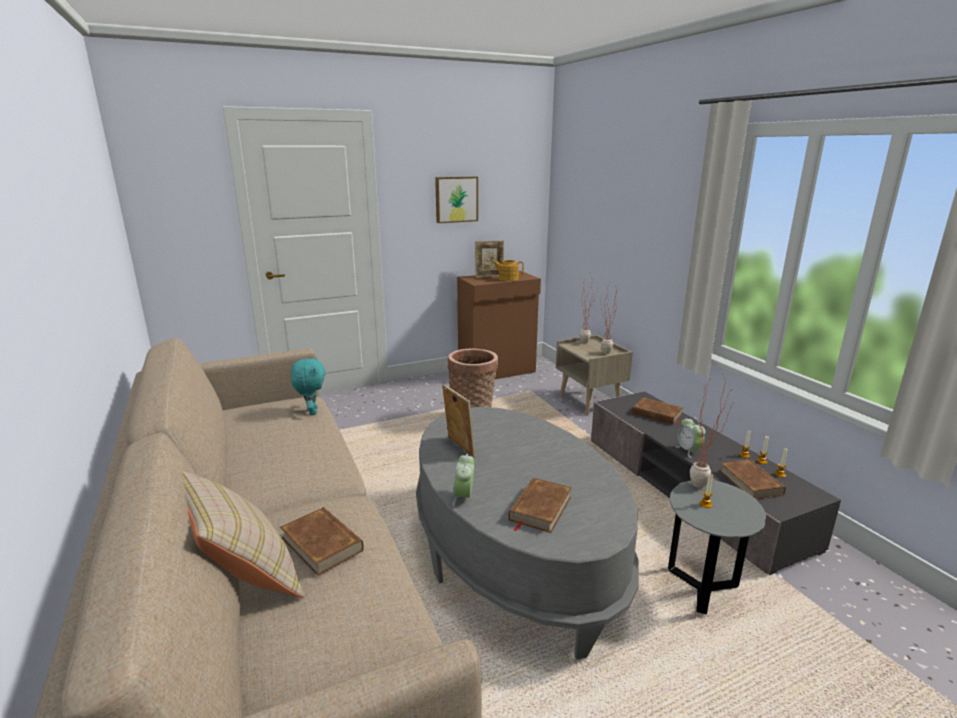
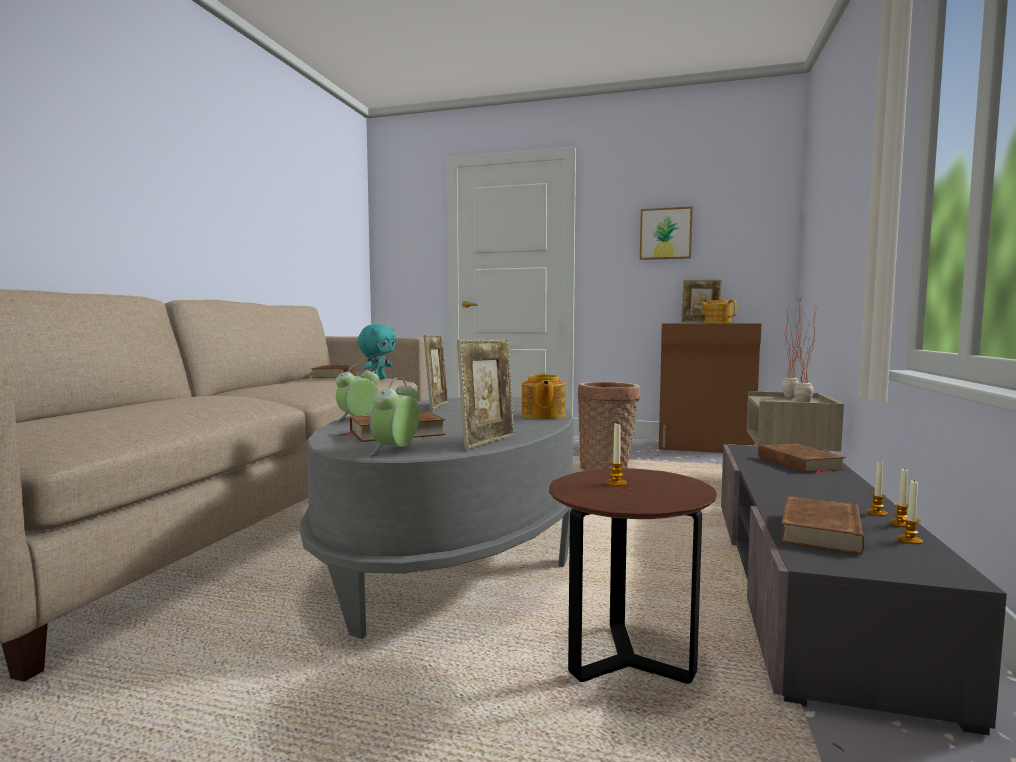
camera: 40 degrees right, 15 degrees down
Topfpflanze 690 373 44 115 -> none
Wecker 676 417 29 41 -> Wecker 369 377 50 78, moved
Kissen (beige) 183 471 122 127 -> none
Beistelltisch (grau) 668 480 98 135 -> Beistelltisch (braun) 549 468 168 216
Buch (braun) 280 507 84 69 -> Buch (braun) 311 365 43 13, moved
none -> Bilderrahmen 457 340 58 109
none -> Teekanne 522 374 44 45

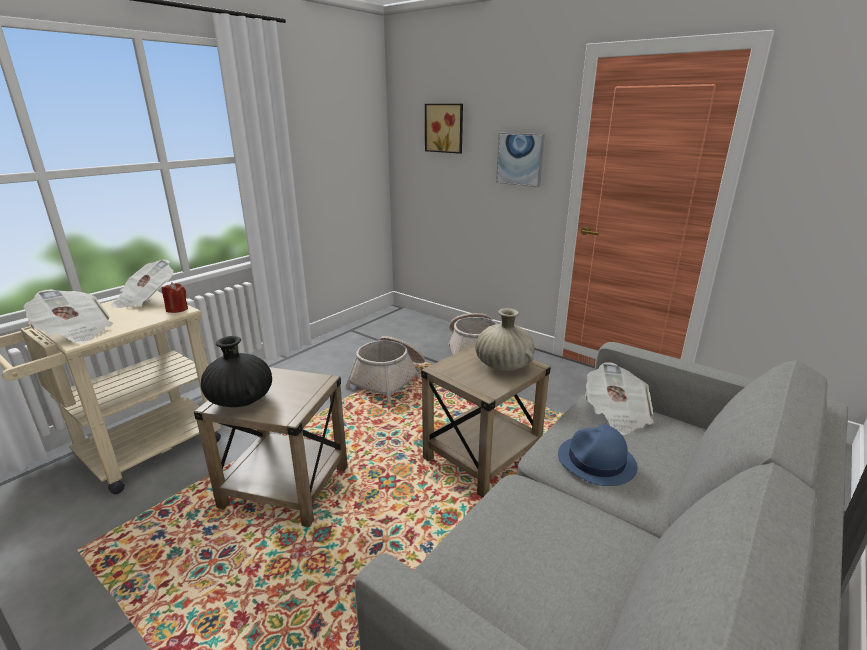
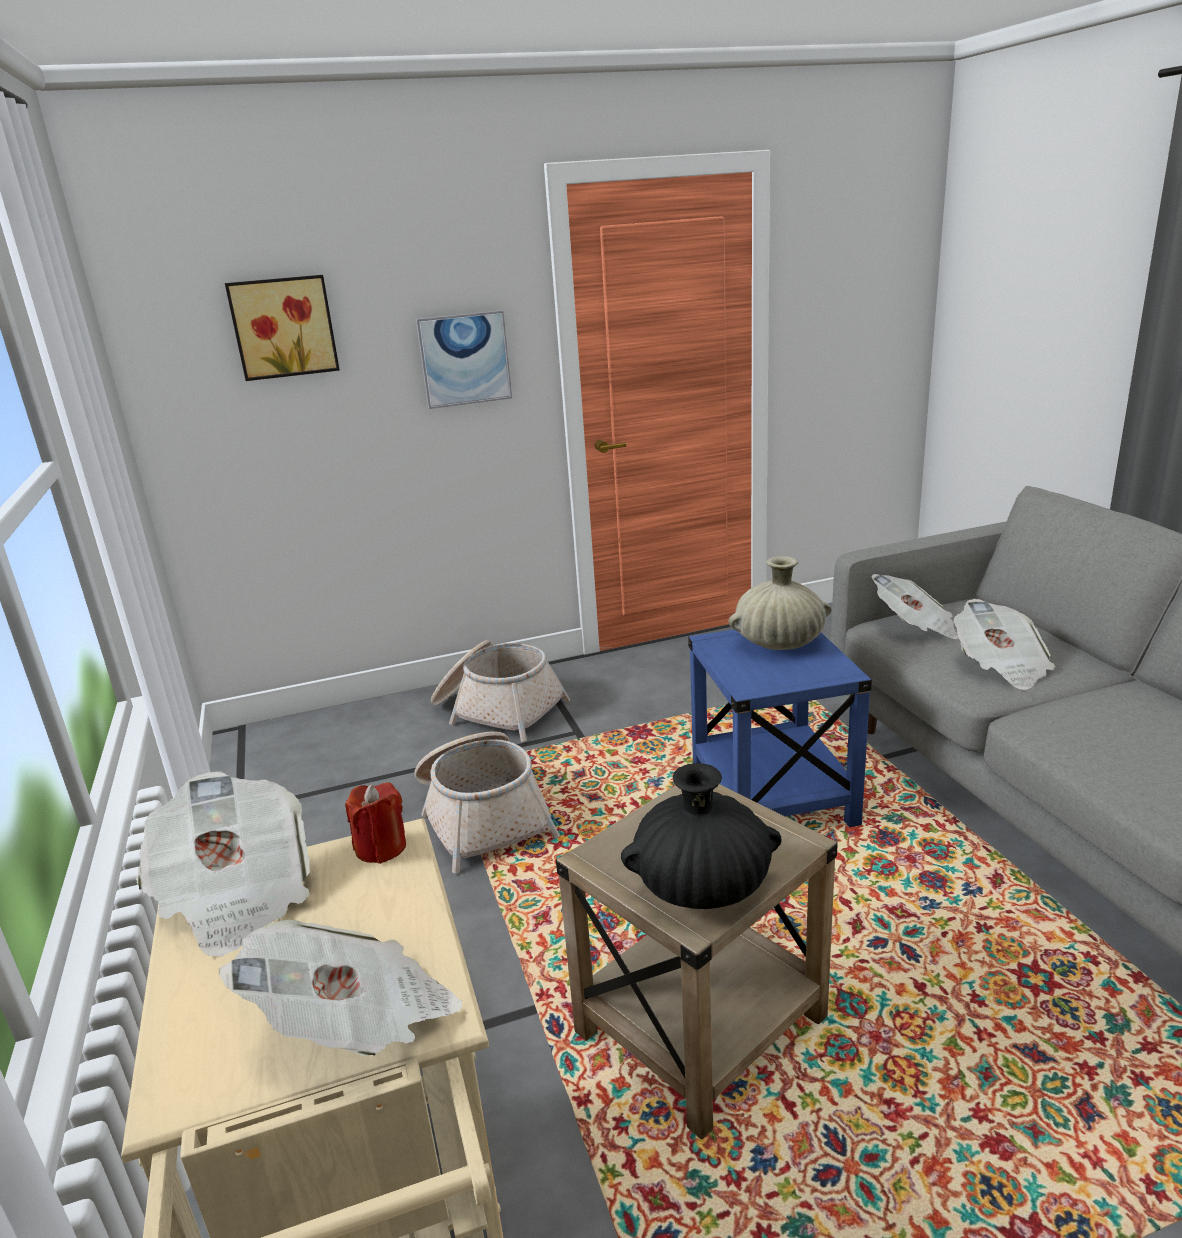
camera: 55 degrees left, 0 degrees up
Beistelltisch (beige) 421 344 130 154 -> Beistelltisch (blau) 688 630 184 197
Hut (blau) 558 424 79 62 -> Zeitung 954 599 101 91

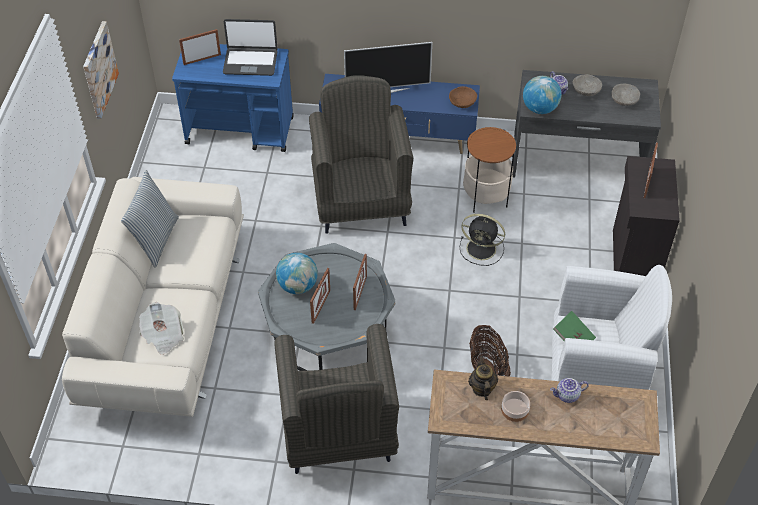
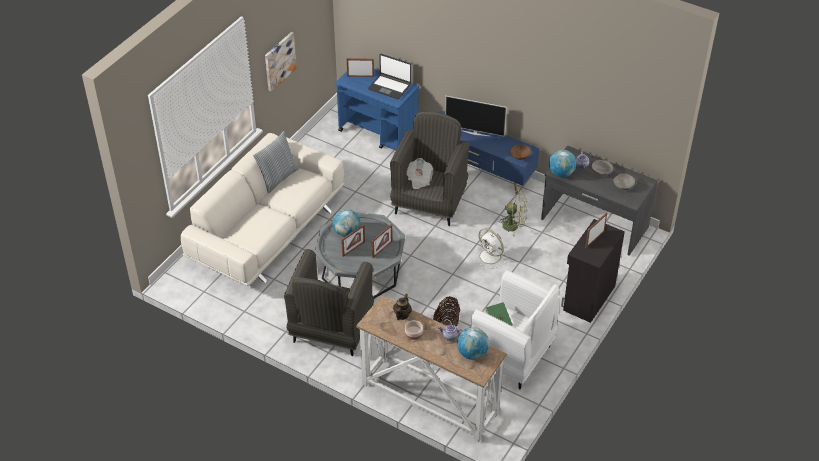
camera: 25 degrees right, 5 degrees down
Beistelltisch 463 127 53 86 -> Ventilator (grün) 498 190 29 47
Ventilator (schwarz) 460 214 45 52 -> Ventilator (weiß) 474 228 33 40
Zeitung 139 302 45 53 -> Zeitung 406 158 27 31, moved
none -> Globus 457 327 32 33

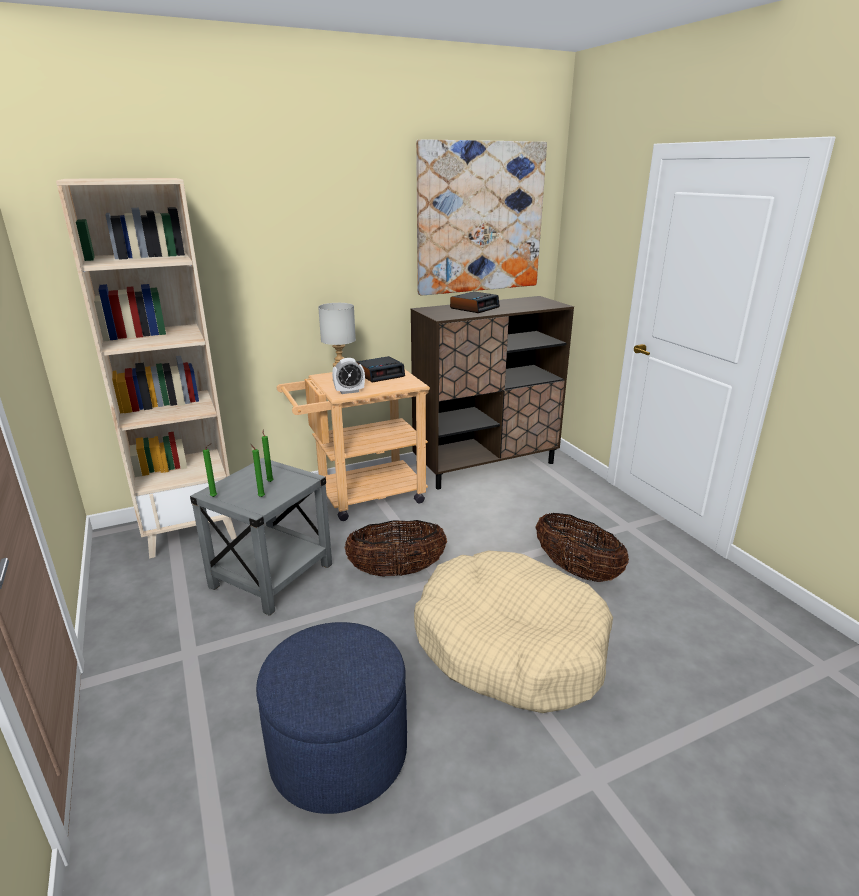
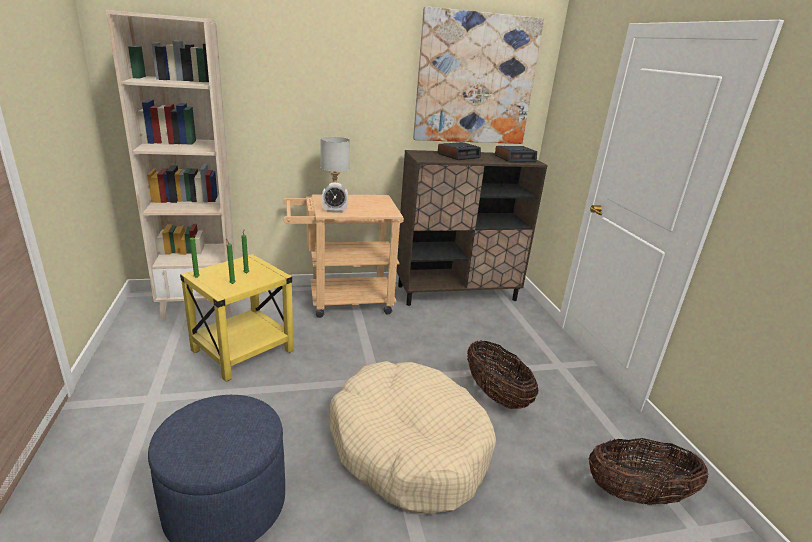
camera: 10 degrees right, 0 degrees up
Wecker 357 356 48 27 -> Wecker 495 146 42 16, moved
Beistelltisch (grau) 190 458 142 158 -> Beistelltisch (gelb) 180 254 114 128
Korb 345 520 102 56 -> Korb 589 438 119 67, moved

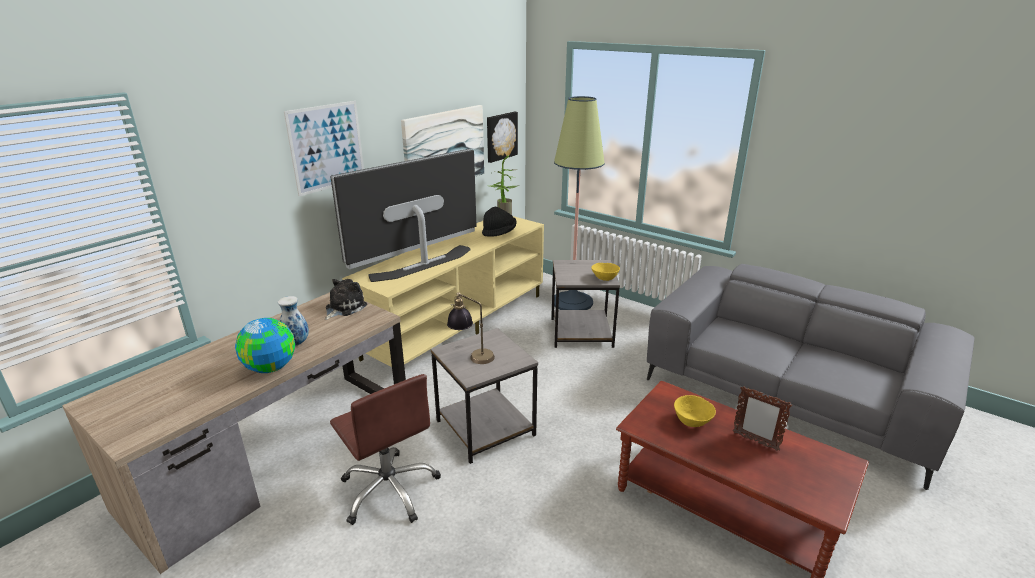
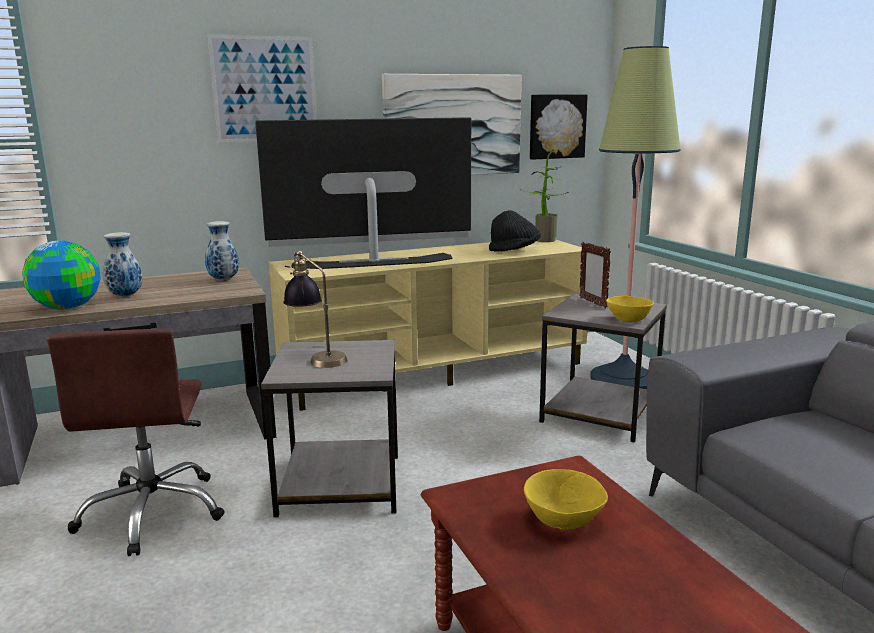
camera: 30 degrees right, 10 degrees down
Plüschtier 325 279 42 41 -> Vase 205 221 34 60
Bilderrahmen 733 386 59 65 -> Bilderrahmen 579 242 32 66, moved

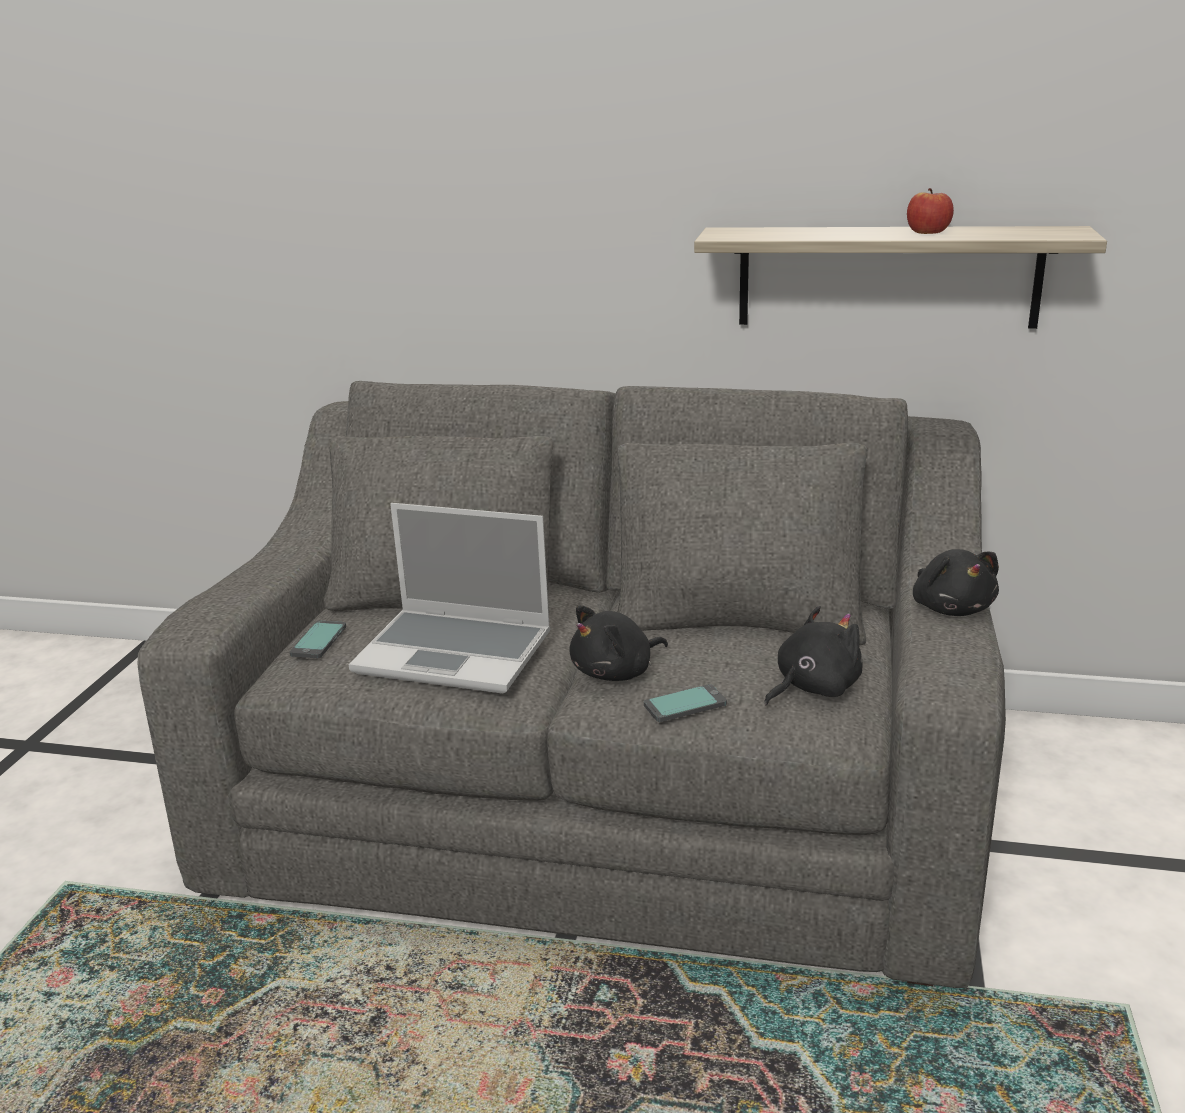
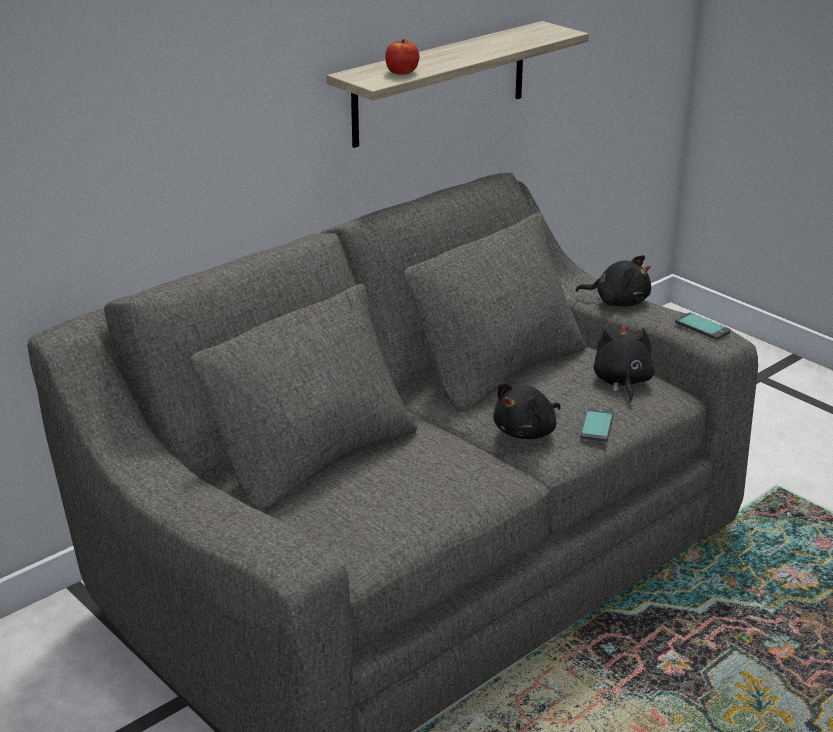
camera: 55 degrees left, 5 degrees up
Apfel 907 188 47 46 -> Apfel 385 39 34 36, moved
Laptop 349 503 202 191 -> none
Plüschtier (schwarz) 570 605 98 76 -> Plüschtier (schwarz) 493 383 68 56, 45 degrees clockwise
Handy 290 620 56 38 -> Handy 675 313 56 27, moved

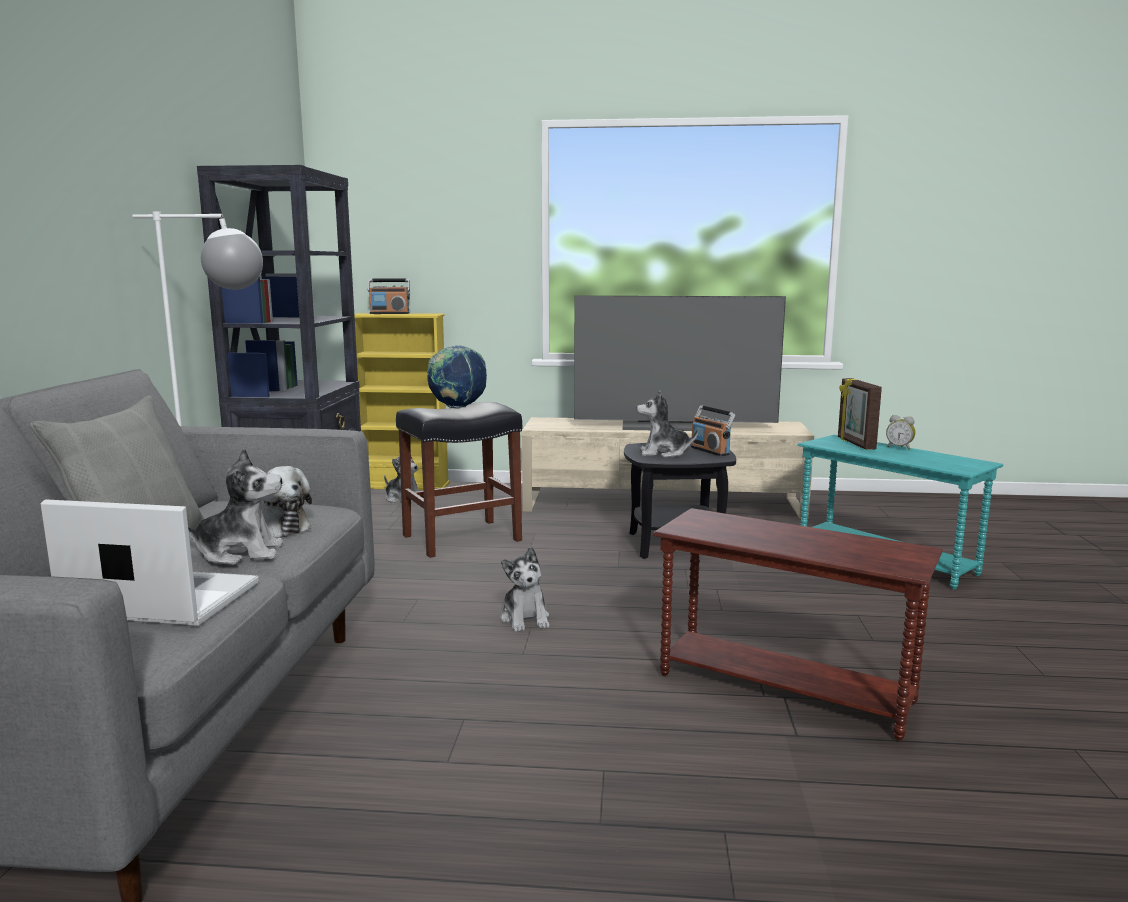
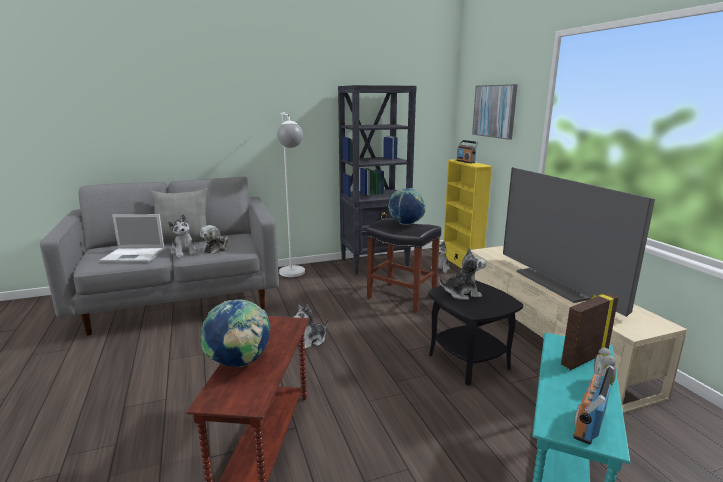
camera: 65 degrees right, 5 degrees up
Plüschtier 636 390 63 68 -> Plüschtier 439 248 47 52, 105 degrees clockwise
Radio 691 405 44 51 -> Radio 573 365 41 80, moved
Laptop 41 499 218 127 -> Laptop 100 214 64 48, 105 degrees clockwise
none -> Bild 472 84 45 56
none -> Globus 200 299 71 68

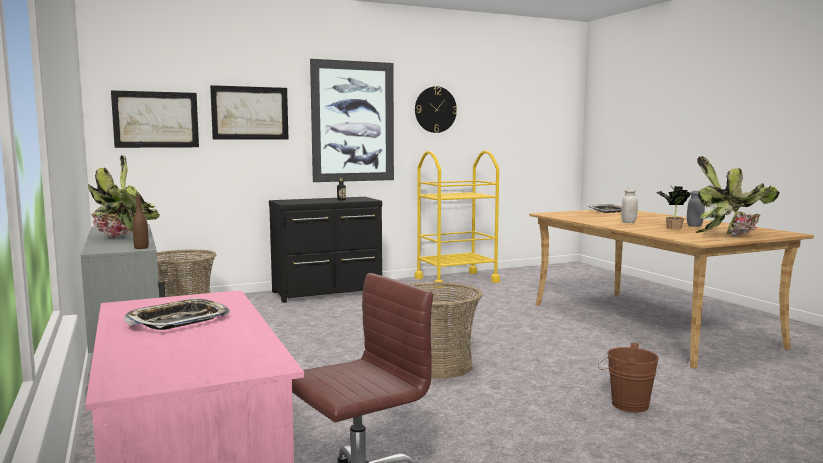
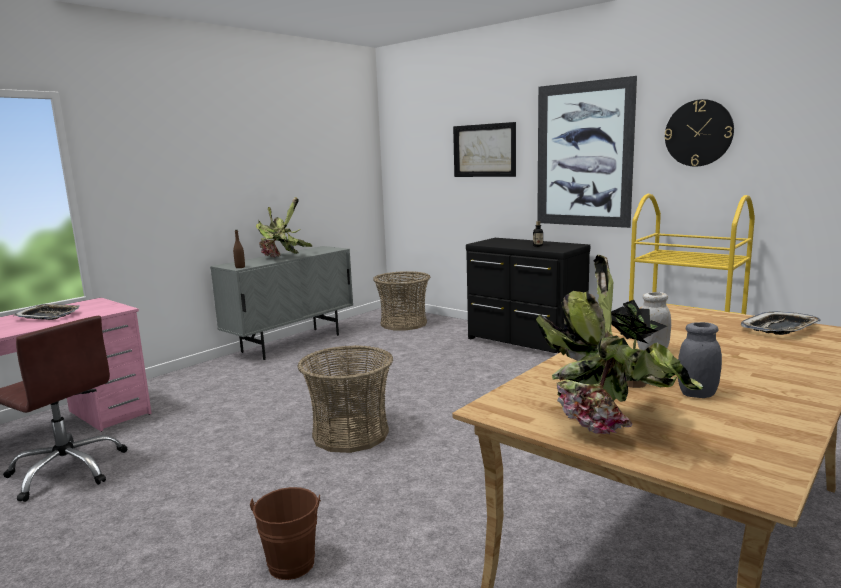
camera: 65 degrees right, 5 degrees up
Bild 111 90 88 58 -> none

